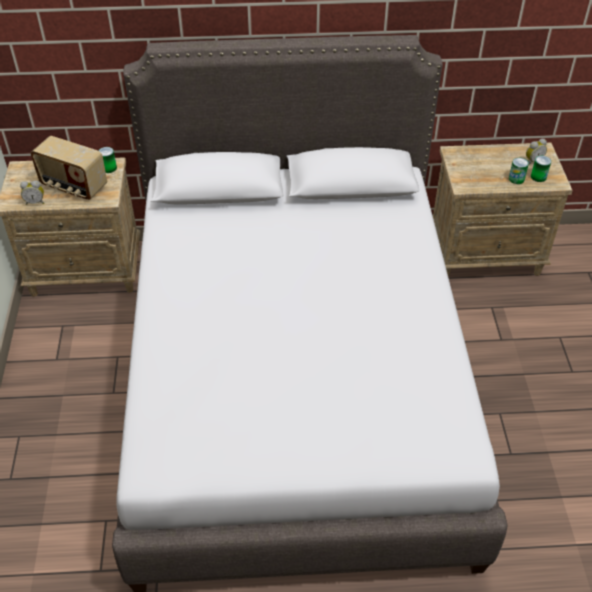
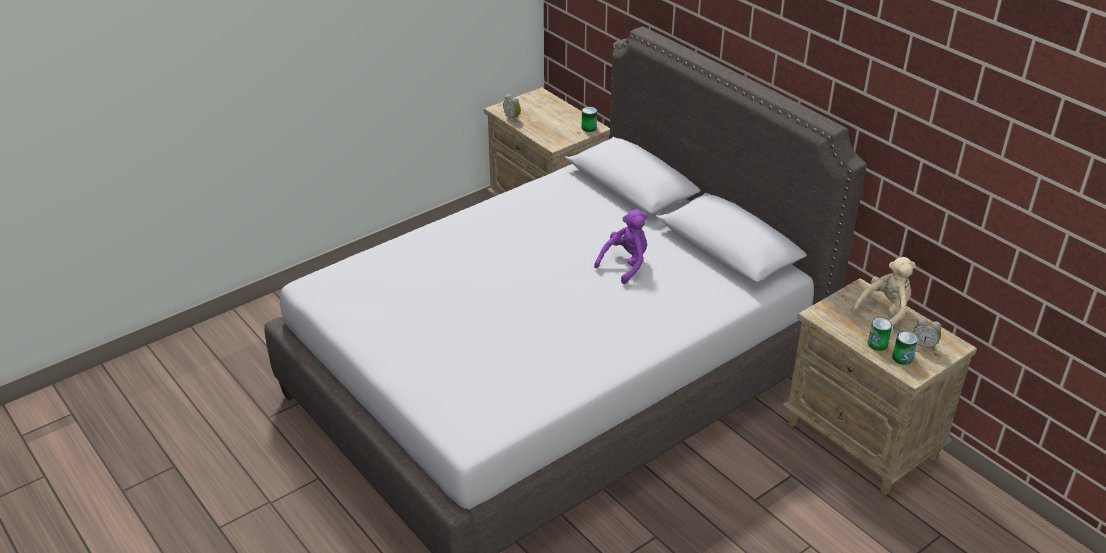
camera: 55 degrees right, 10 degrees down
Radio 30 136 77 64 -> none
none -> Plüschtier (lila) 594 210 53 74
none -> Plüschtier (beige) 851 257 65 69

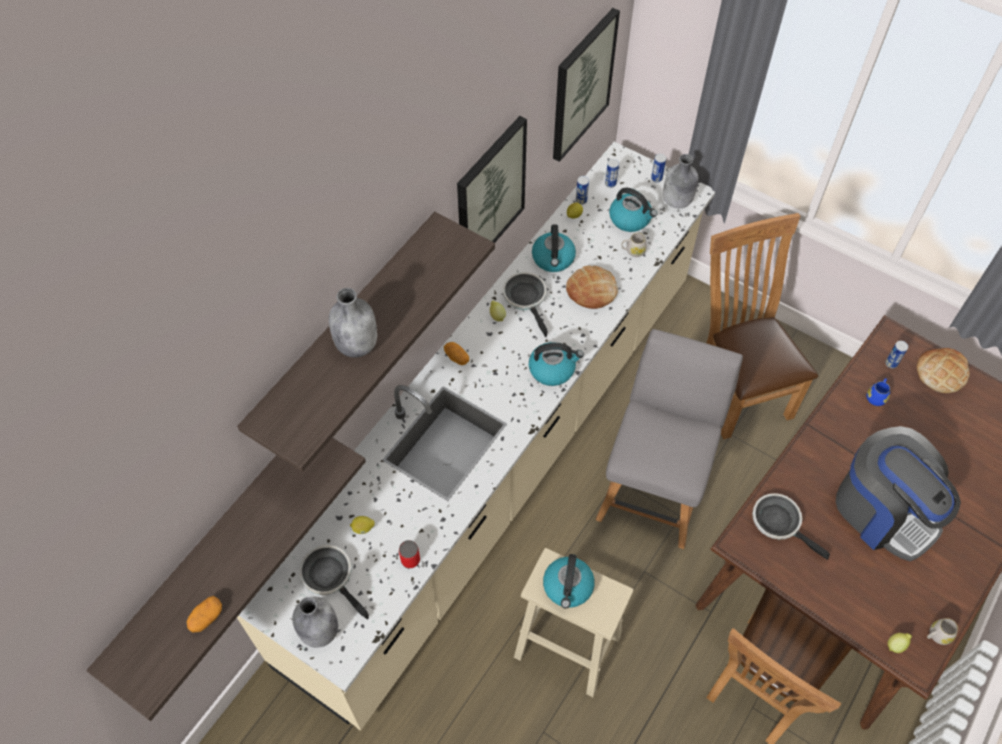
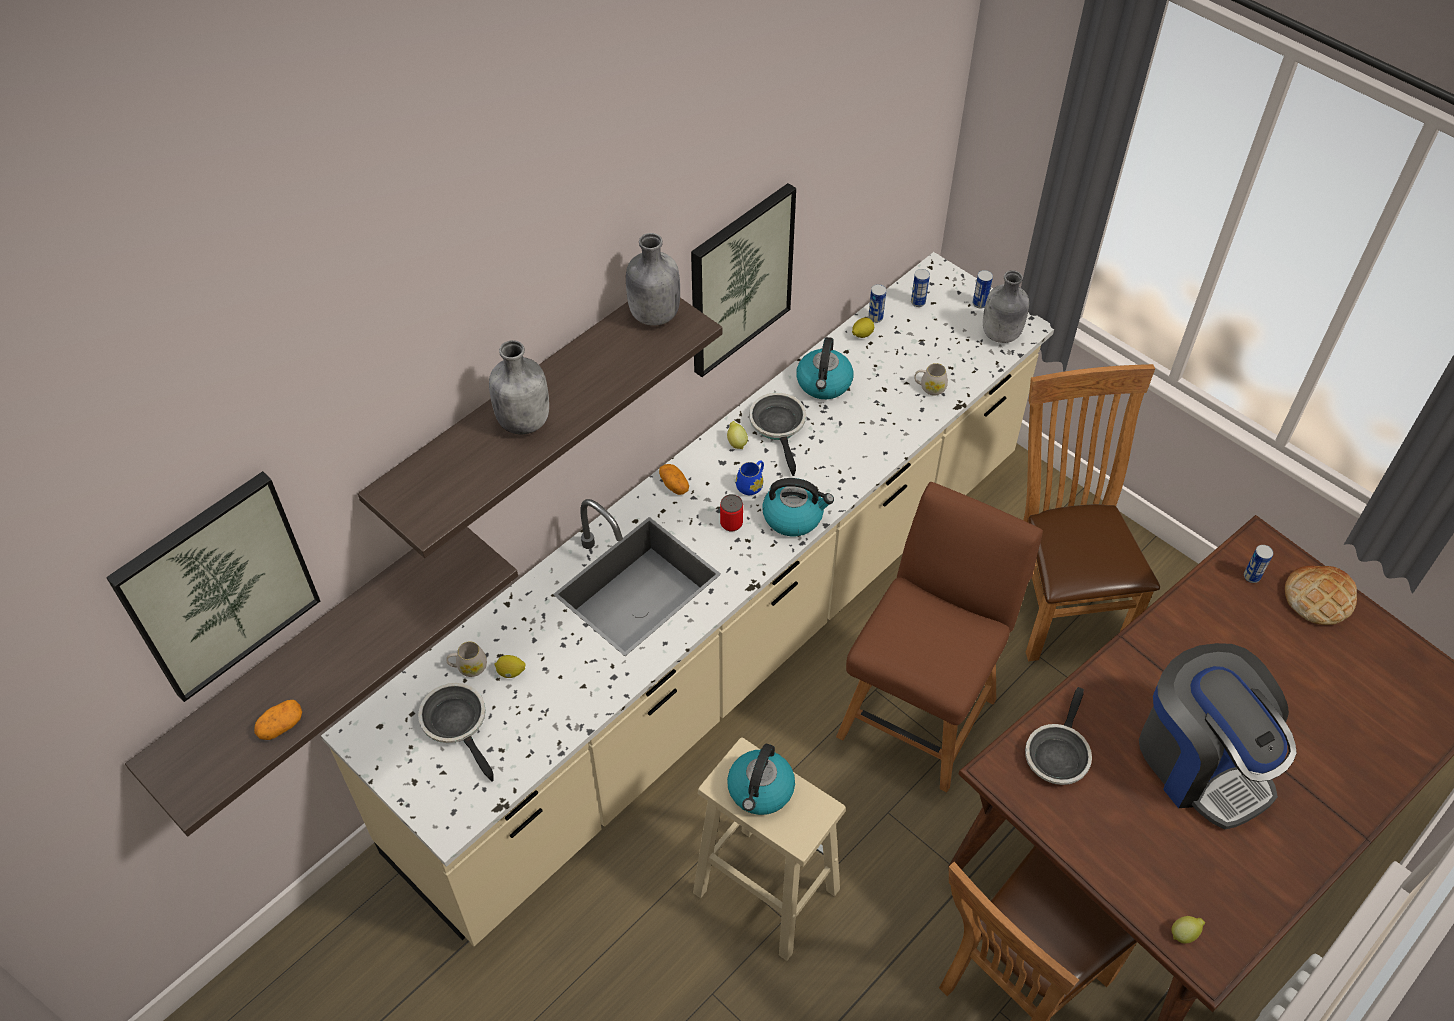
camera: 10 degrees right, 5 degrees down
Bild 553 8 67 154 -> Bild 106 471 214 231, moved
Wasserkessel 609 188 48 44 -> none
Brot 566 266 52 43 -> none
Stuhl (grau) 596 329 147 220 -> Stuhl (braun) 836 482 207 310
Henkelbecher (blau) 866 378 24 28 -> Henkelbecher (blau) 736 460 28 35, moved
Pfanne 752 493 78 67 -> Pfanne 1025 687 67 98, 120 degrees counterclockwise
Dose 399 540 21 28 -> Dose 720 494 23 37, moved
Flasche (grau) 292 597 46 51 -> Flasche (grau) 626 233 54 93, moved
Henkelbecher (weiß) 927 618 31 27 -> Henkelbecher (weiß) 446 641 41 36, moved

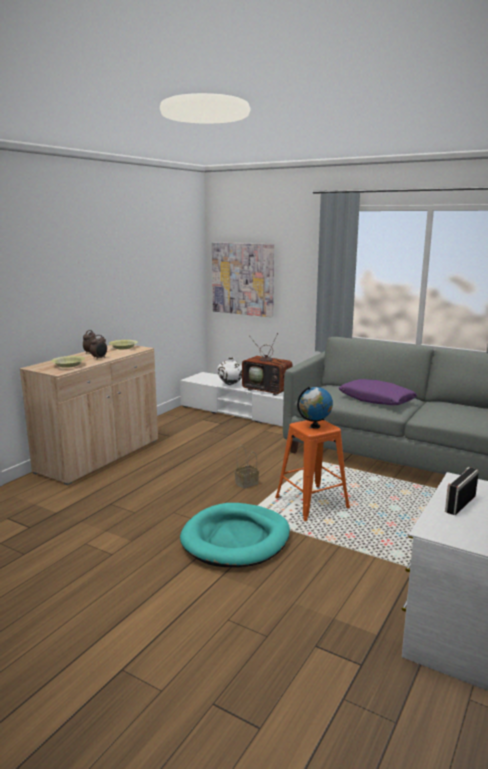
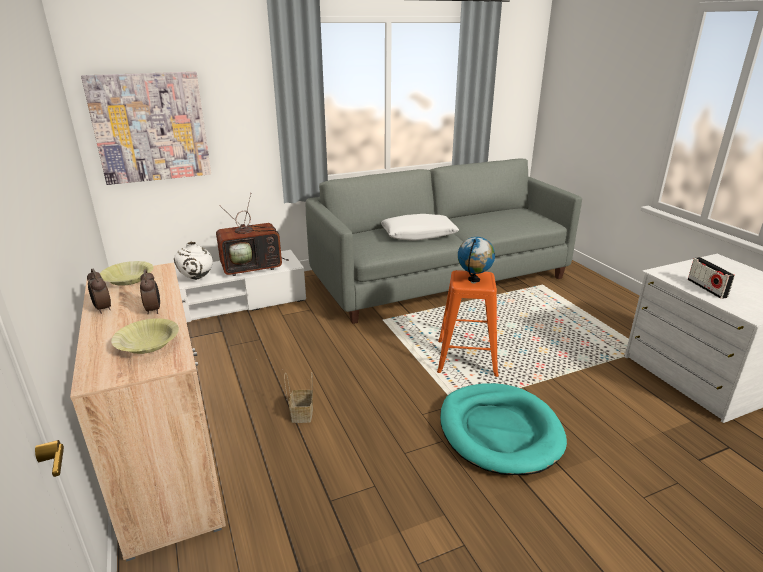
camera: 55 degrees left, 10 degrees up
Kissen (lila) 339 379 78 26 -> Kissen (weiß) 381 214 78 27
Korb 235 446 24 43 -> Korb 284 372 29 51, moved

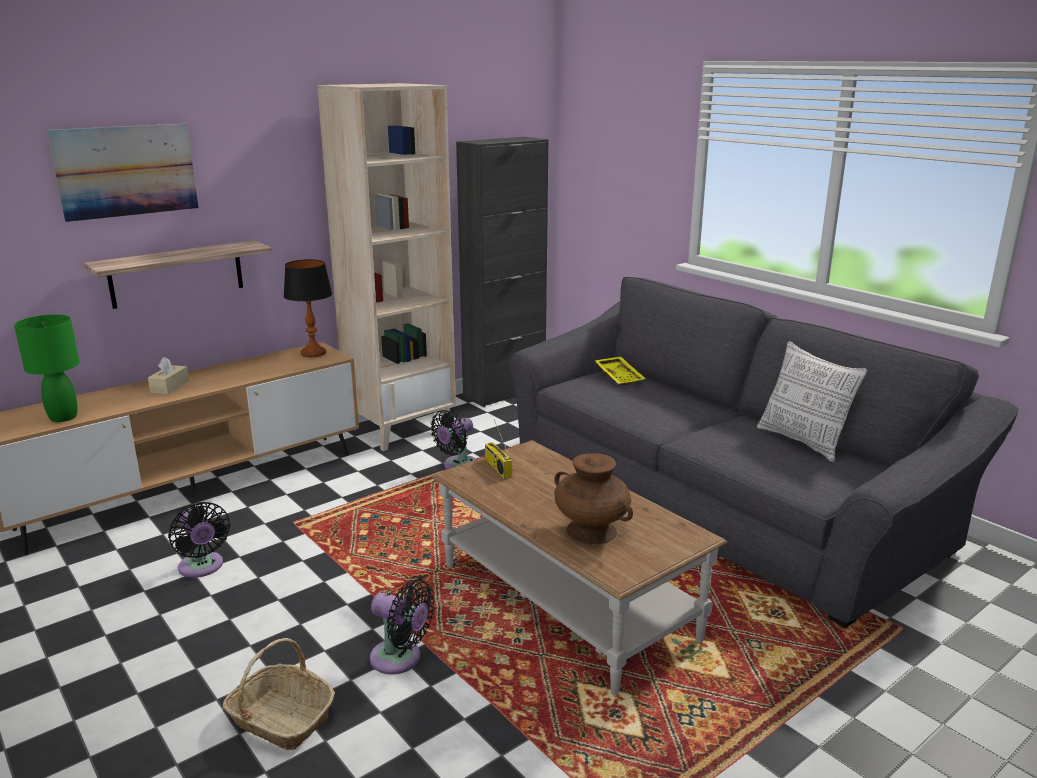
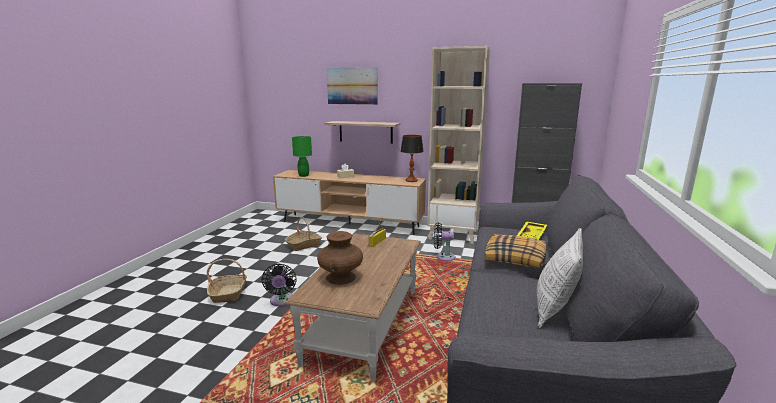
camera: 55 degrees right, 5 degrees down
Ventilator (schwarz) 168 502 62 76 -> Korb 285 217 37 34
none -> Kissen 485 234 61 34

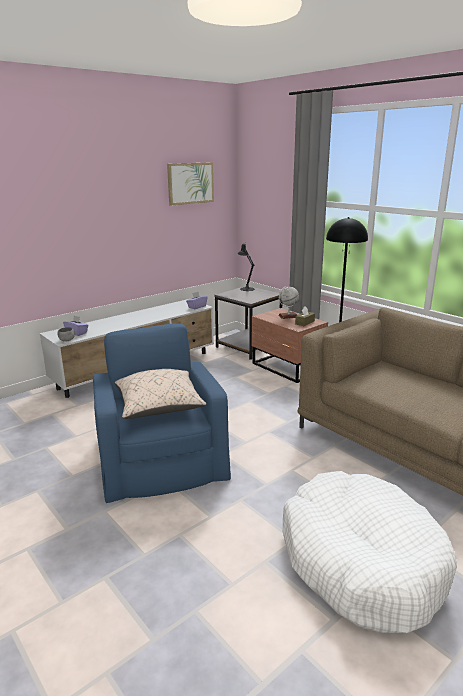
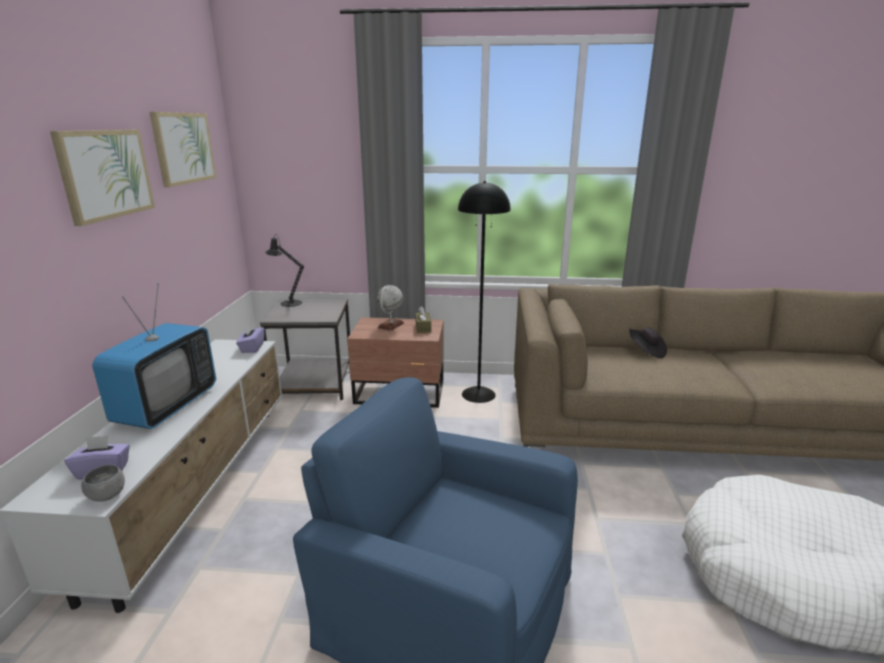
camera: 45 degrees left, 0 degrees up
Kissen (beige) 115 369 91 50 -> none
none -> Bild 50 130 105 96
none -> Fernseher 92 283 124 146
none -> Hut (schwarz) 629 327 38 31

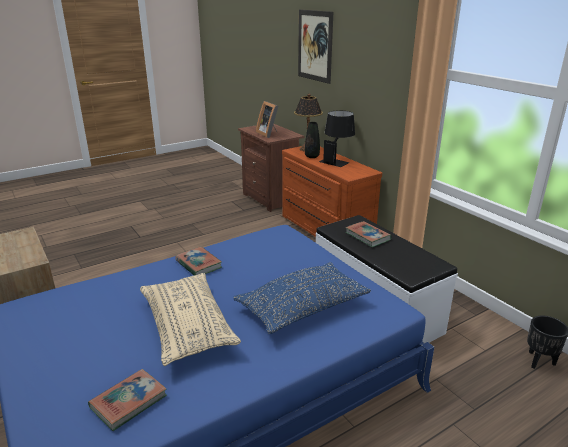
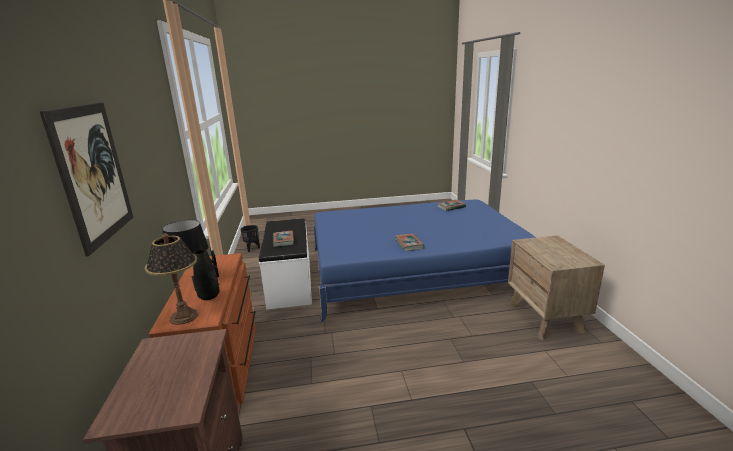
camera: 155 degrees left, 5 degrees down
Bilderrahmen 256 101 22 37 -> none
Kissen (blau) 233 262 138 72 -> none
Kissen (beige) 140 273 101 93 -> none

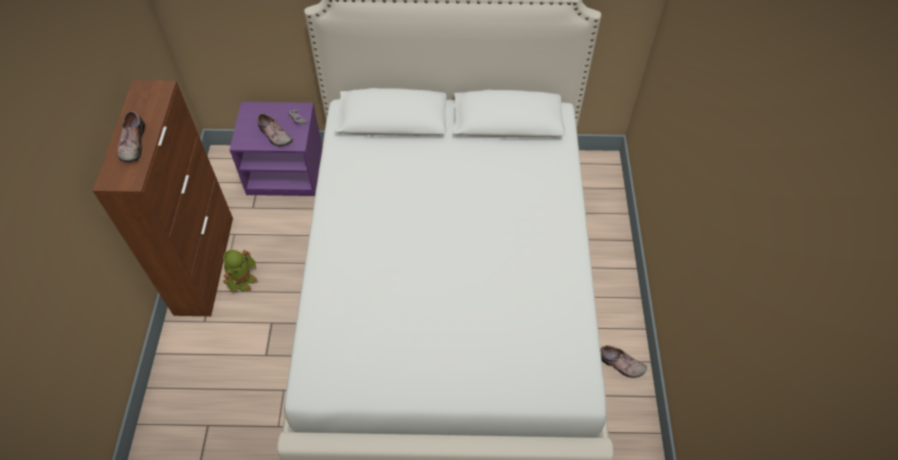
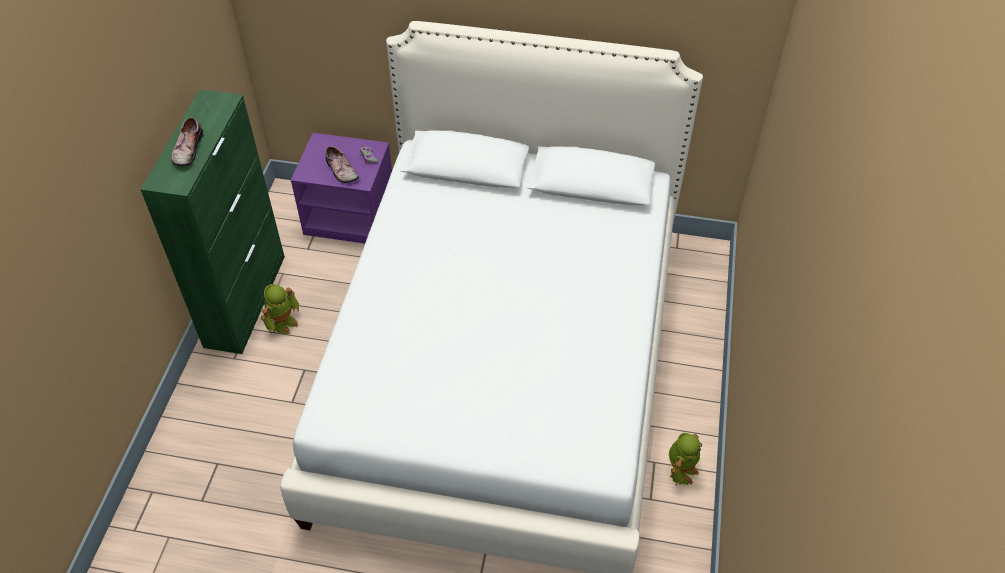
camera: 10 degrees right, 5 degrees down
Schrank (braun) 93 80 140 236 -> Schrank (grün) 140 89 145 265
Schuh 600 345 47 33 -> Spielzeugroboter 669 433 33 53

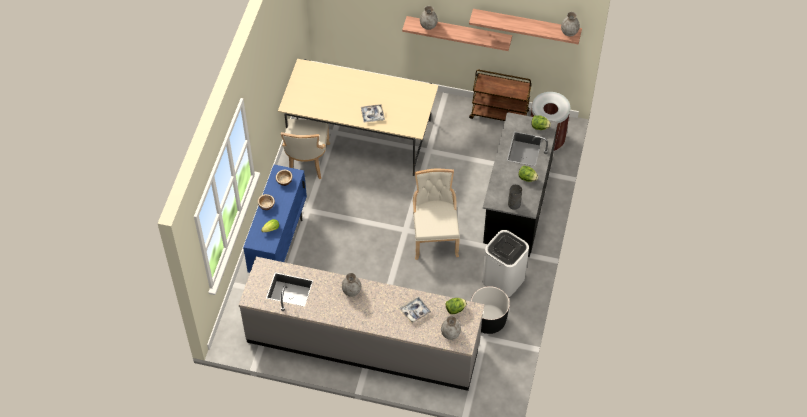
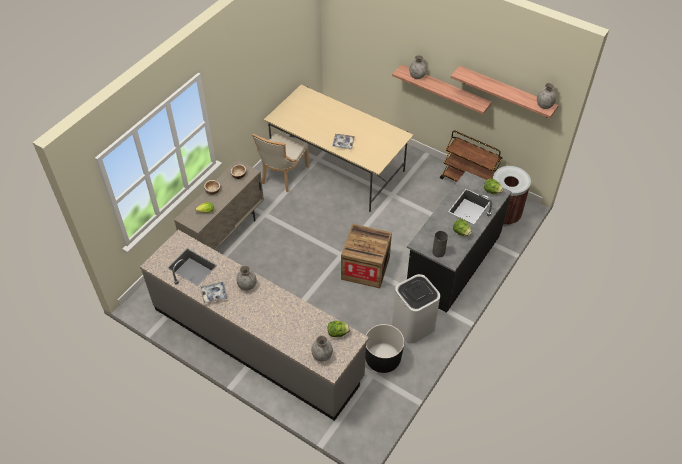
camera: 20 degrees right, 5 degrees down
Schrank (blau) 243 165 64 108 -> Schrank (beige) 174 160 90 90
Stuhl (beige) 413 169 47 91 -> Kiste 341 224 51 64
Tablett 399 296 32 28 -> Tablett 200 281 27 23, moved

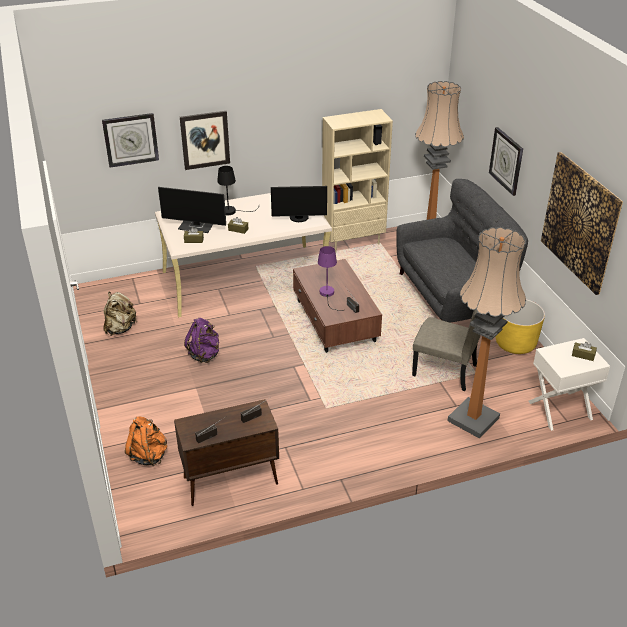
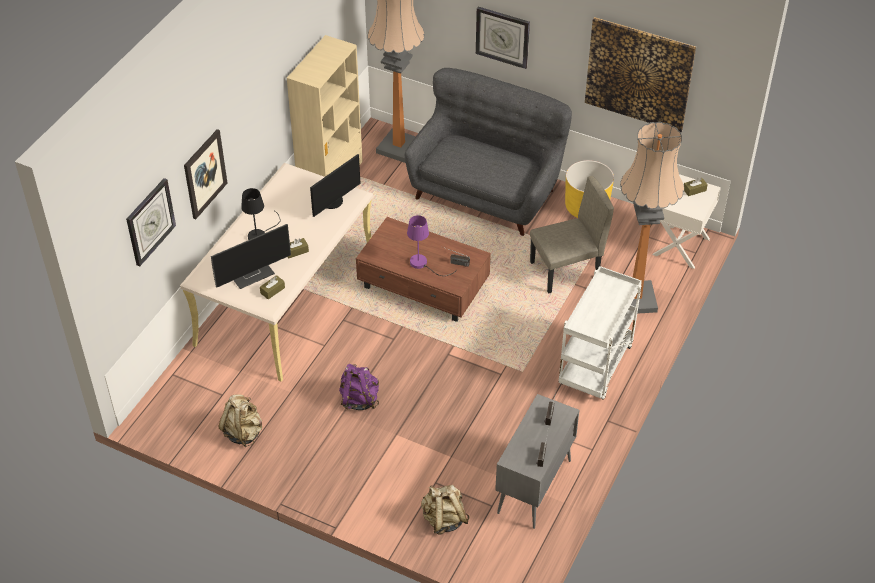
camera: 45 degrees left, 10 degrees up
Schrank (braun) 174 399 105 107 -> Schrank (grau) 495 394 84 135
Rucksack (orange) 125 416 42 50 -> Rucksack (beige) 421 485 49 49
none -> Rollwagen (weiß) 558 266 84 134

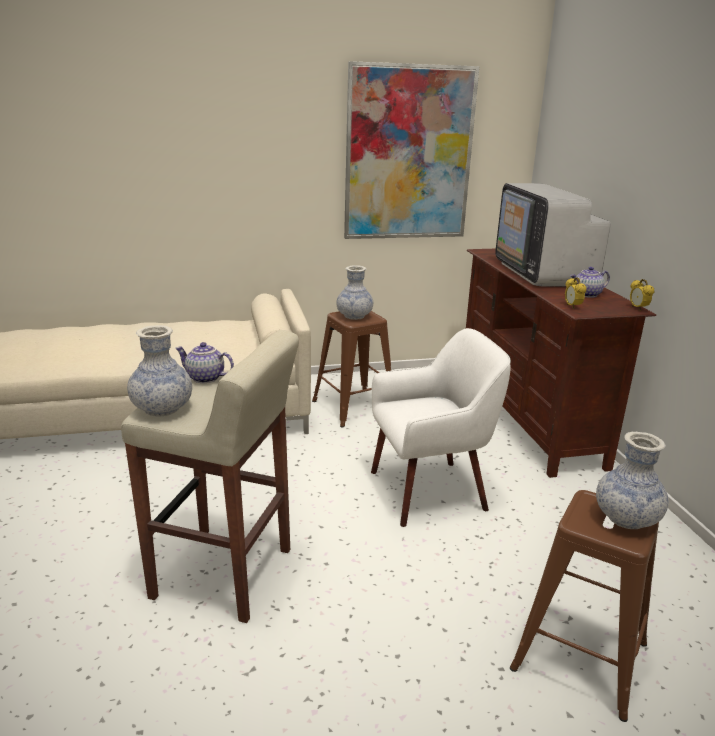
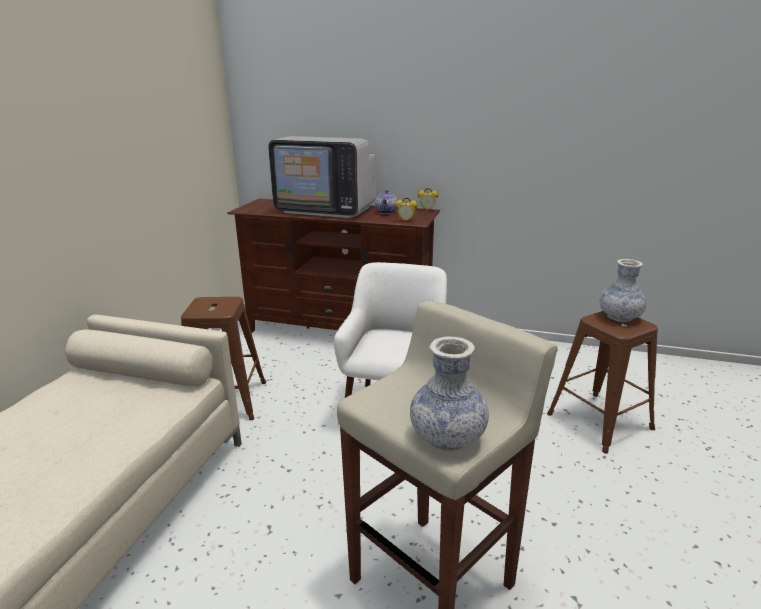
camera: 60 degrees left, 0 degrees up
Bild 344 61 135 178 -> none
Vase 336 265 37 55 -> none
Teekanne 175 342 59 41 -> none

